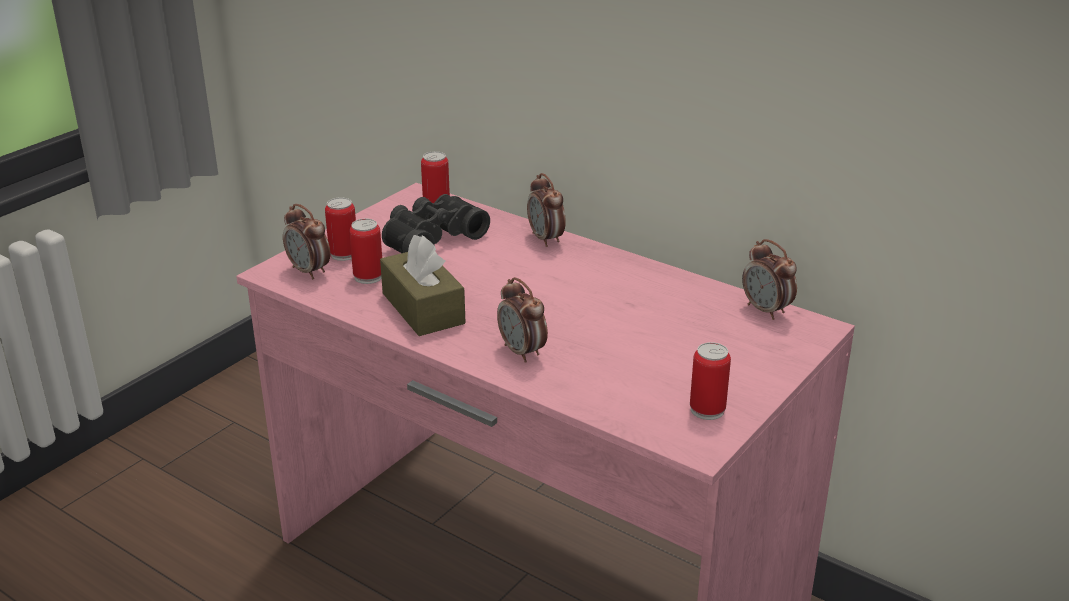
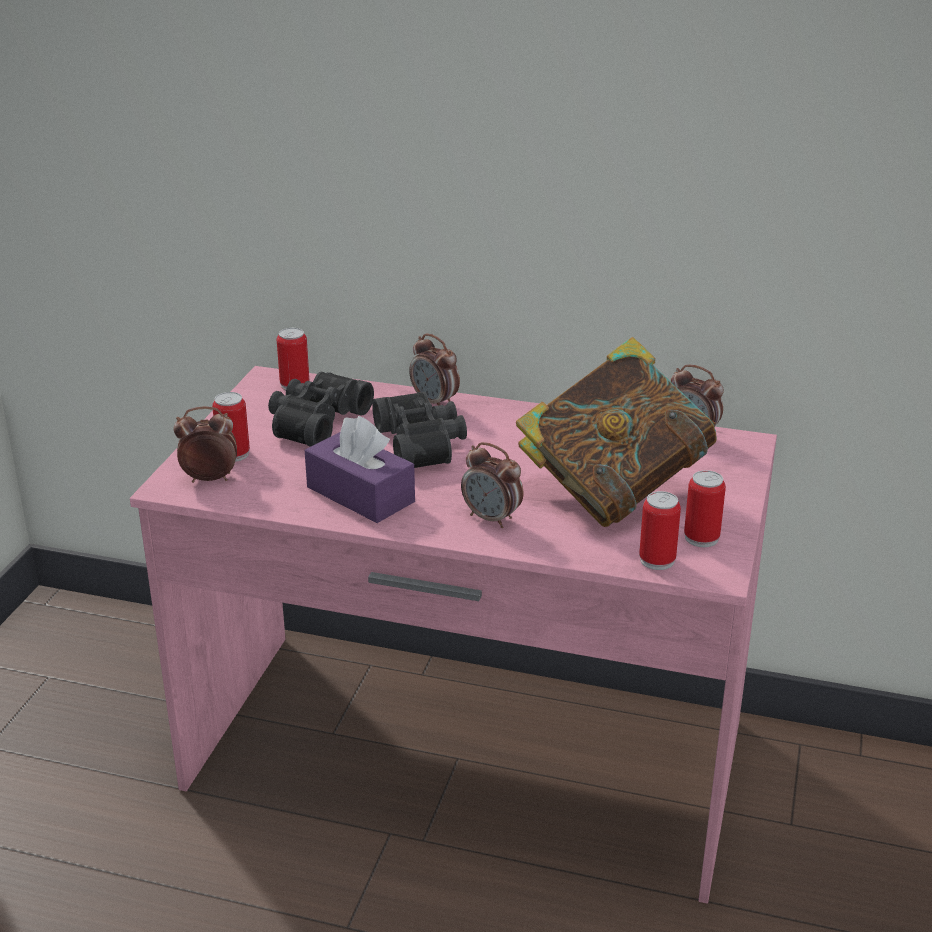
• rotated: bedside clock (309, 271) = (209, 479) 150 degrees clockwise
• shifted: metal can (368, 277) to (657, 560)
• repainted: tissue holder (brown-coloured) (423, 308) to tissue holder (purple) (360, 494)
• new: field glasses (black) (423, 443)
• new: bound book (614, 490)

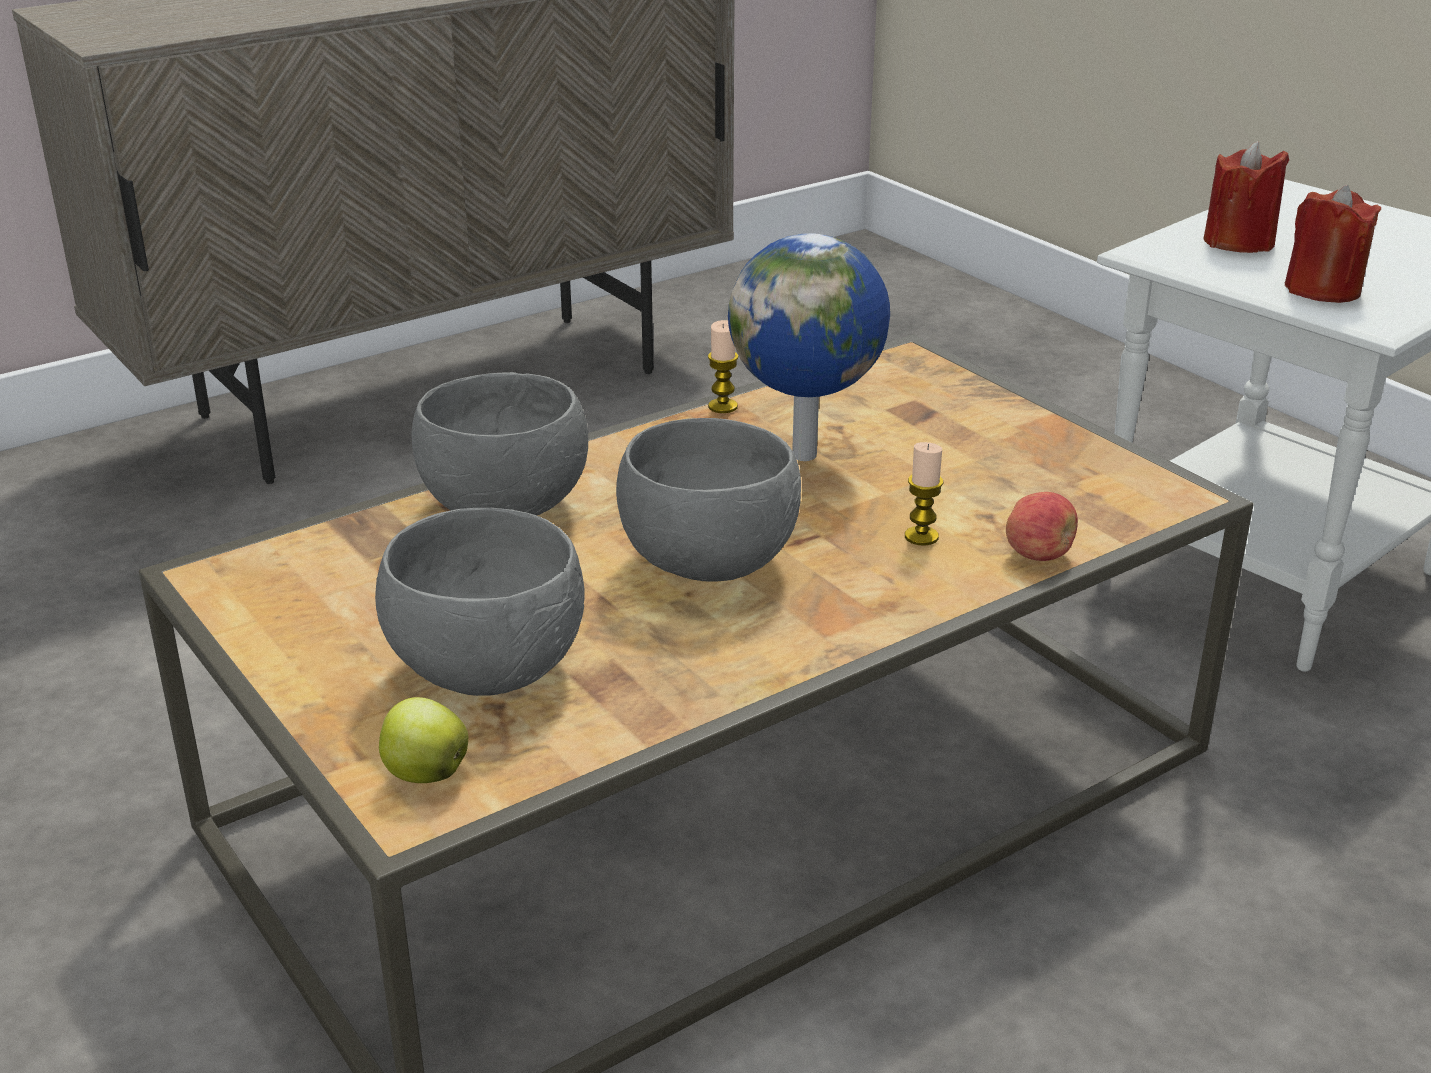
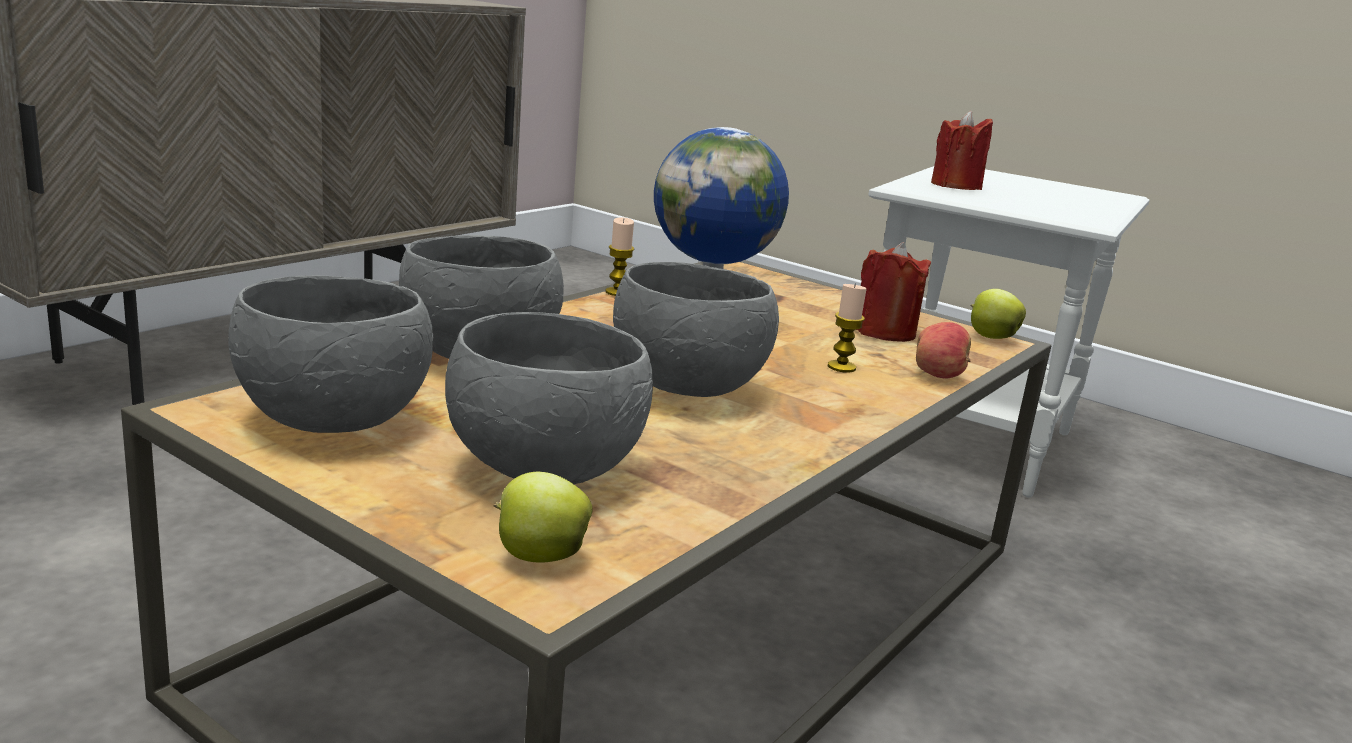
• shifted: wax candle (reddish) (1322, 289) to (884, 332)
• new: serving bowl (greyish) (337, 422)
• new: apple fruit (990, 337)

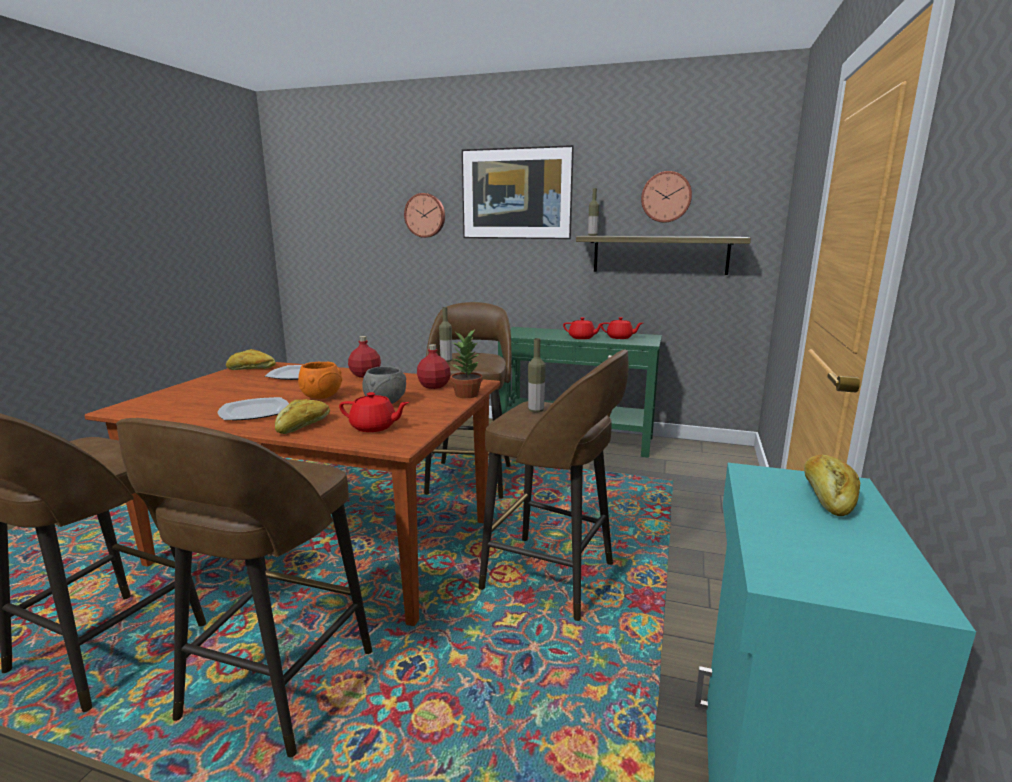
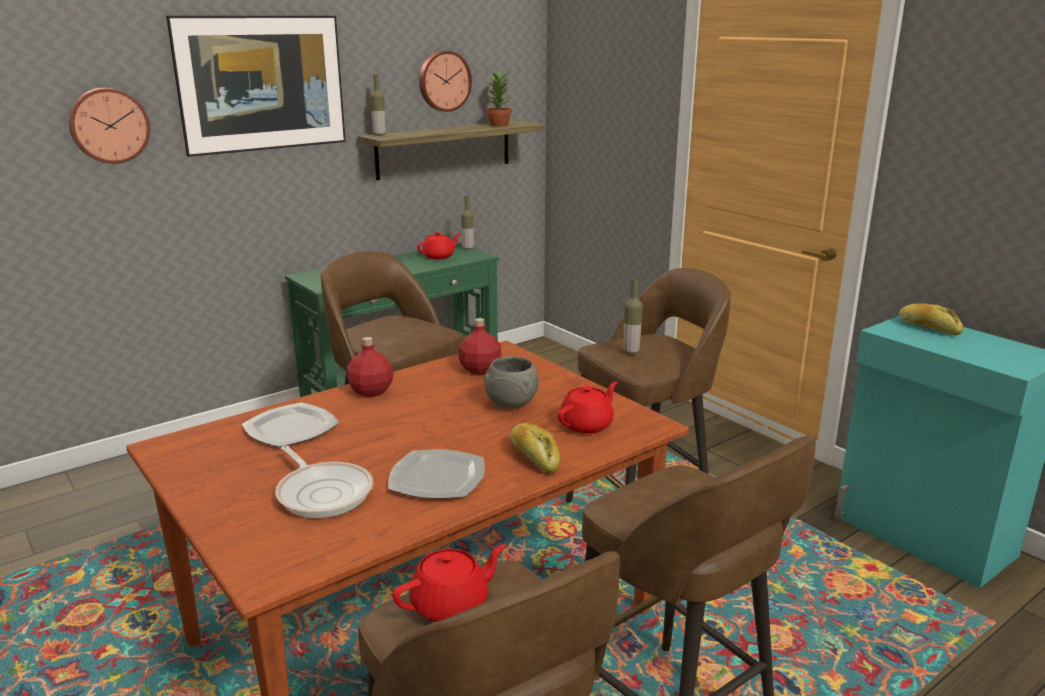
• gone: bread (251, 369)
• gone: serving bowl (orangey) (321, 397)
• shifted: beverage bottle (446, 361) to (468, 249)
• shifted: houseplant (467, 395) to (499, 125)
• shifted: pot for tea (reddish) (582, 338) to (451, 605)
• new: frying pan (323, 492)

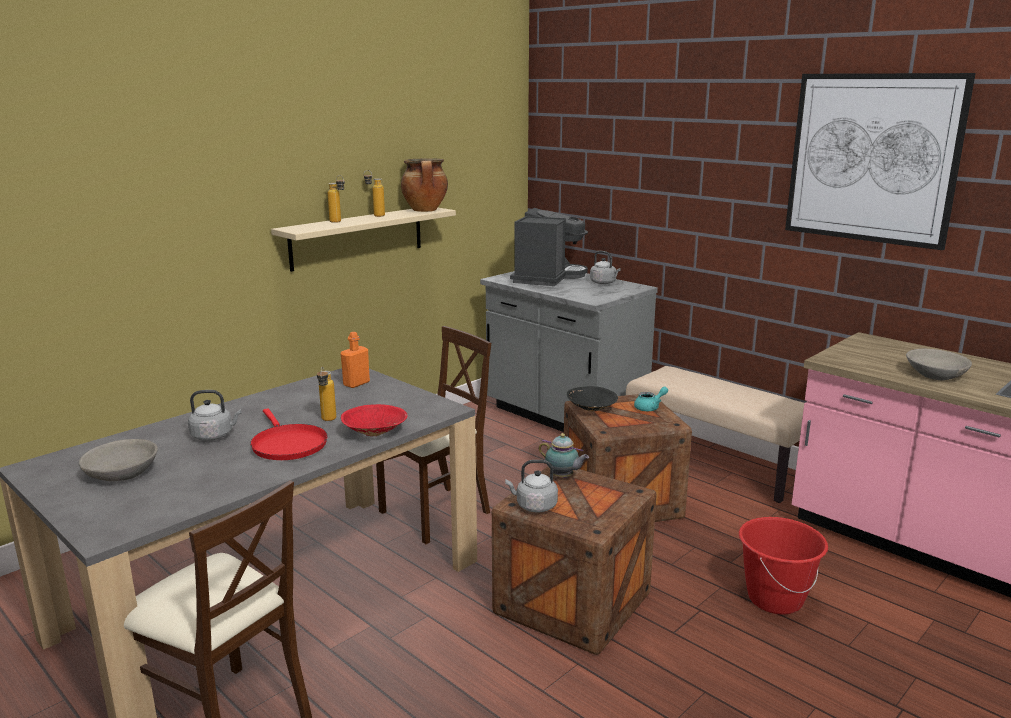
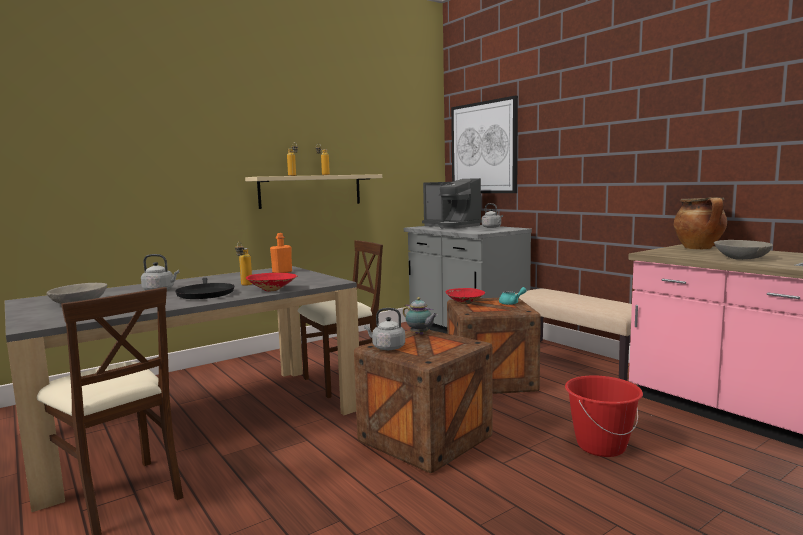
• repainted: frying pan (reddish) (287, 445) to frying pan (black) (205, 294)
• shifted: stockpot (425, 210) to (699, 248)
• rotated: coffee machine (547, 277) = (452, 226) 105 degrees clockwise
• repainted: serving bowl (black) (592, 409) to serving bowl (reddish) (465, 303)
• shifted: picture (872, 158) to (483, 148)

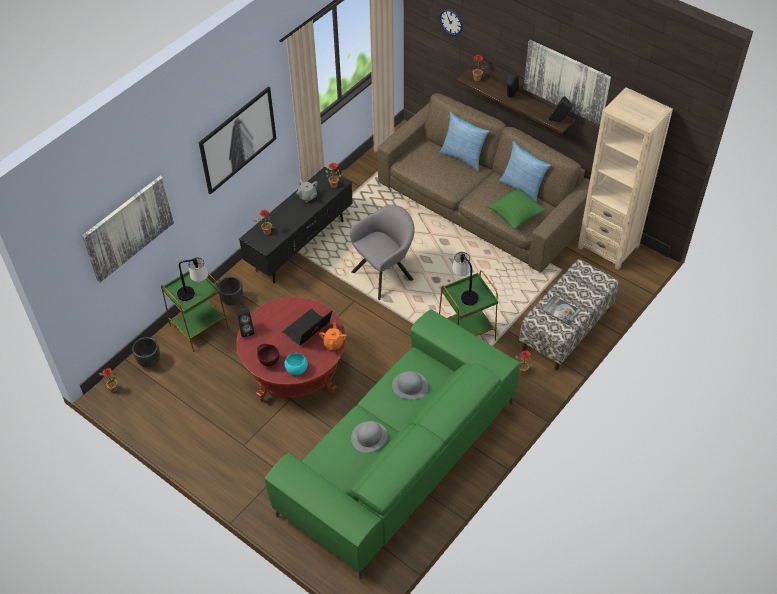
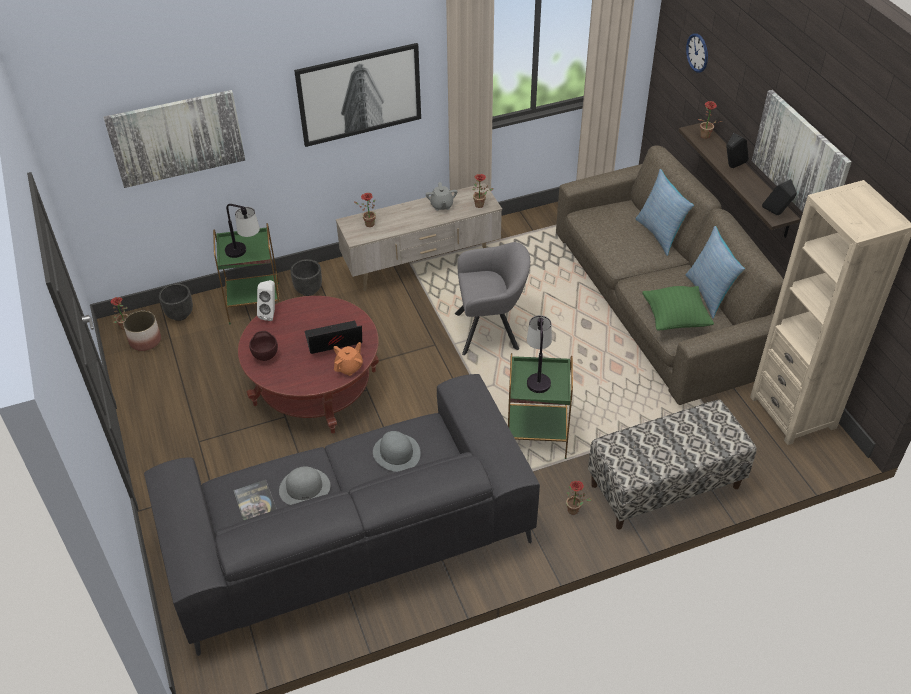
• repainted: loudspeaker (black) (246, 330) to loudspeaker (whitish) (270, 313)
• repainted: tv unit (black) (300, 246) to tv unit (beige-coloured) (421, 266)
• repainted: couch (green) (398, 458) to couch (greyish) (349, 538)
• gone: serving bowl (turquoise) (297, 369)
• shifted: bound book (561, 310) to (256, 504)
• new: flower pot (145, 341)

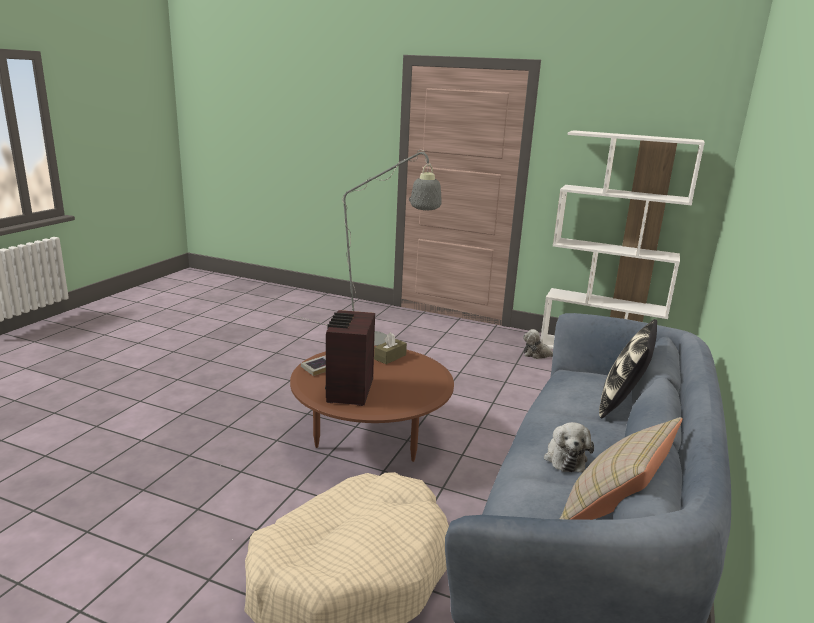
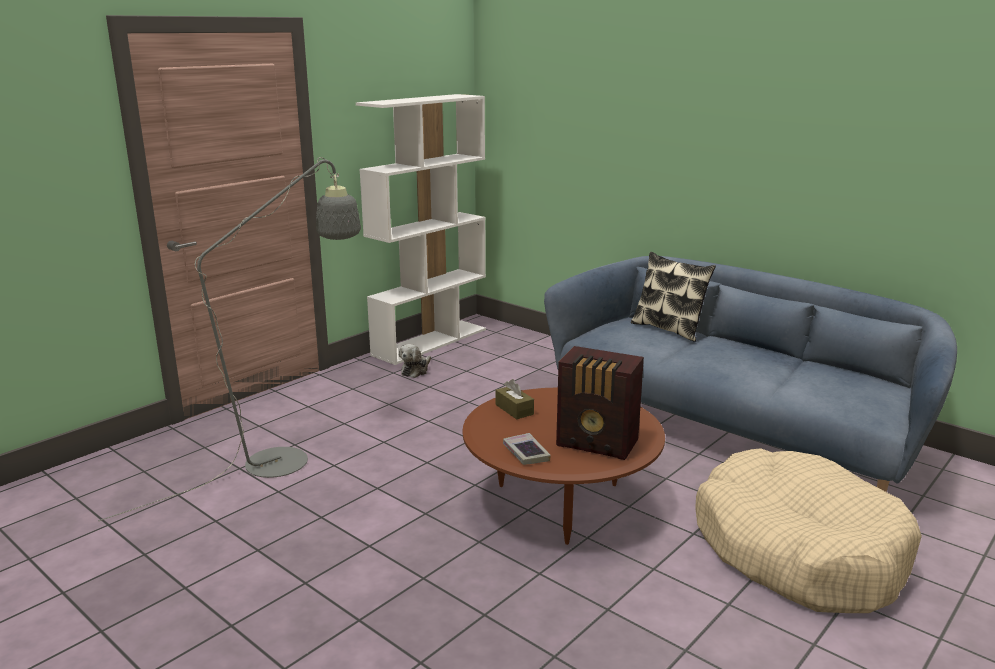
• gone: soft toy (565, 457)
• gone: throw pillow (beige-coloured) (610, 513)

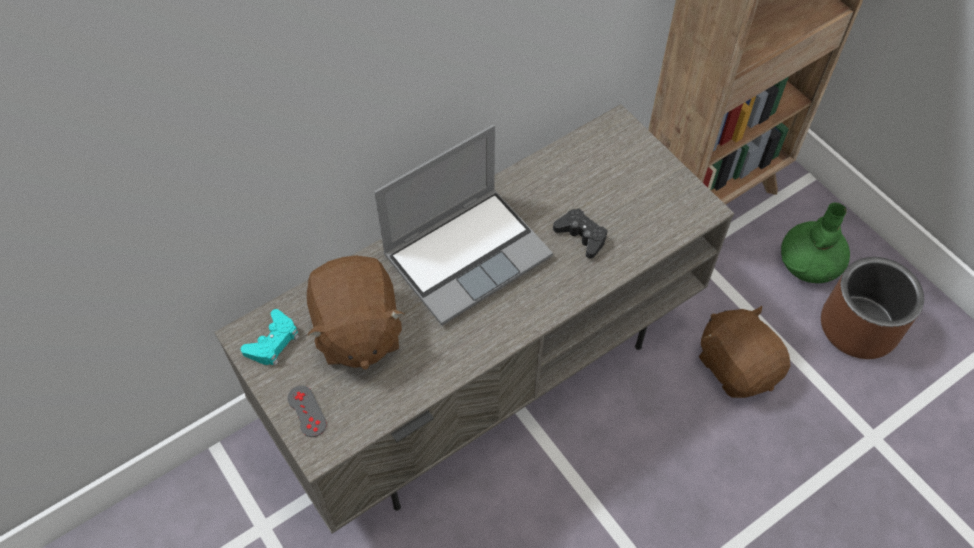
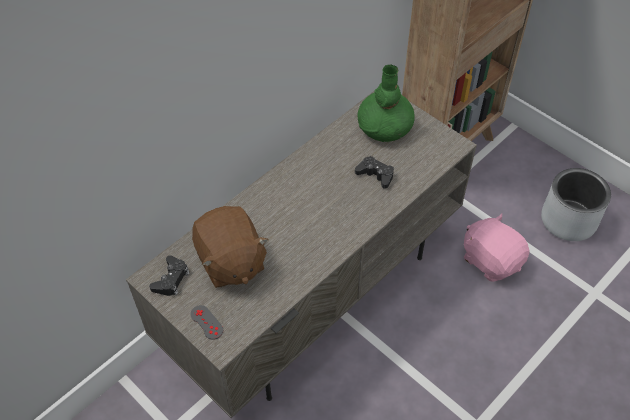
• repainted: gamepad (turquoise) (273, 342) to gamepad (black) (171, 279)
• gone: notebook computer (468, 254)
• repainted: soft toy (brown-coloured) (737, 366) to soft toy (pinkish) (491, 260)
• shifted: decorative vase (green) (810, 262) to (385, 127)
• repainted: flower pot (brown-coloured) (858, 326) to flower pot (greyish) (568, 220)

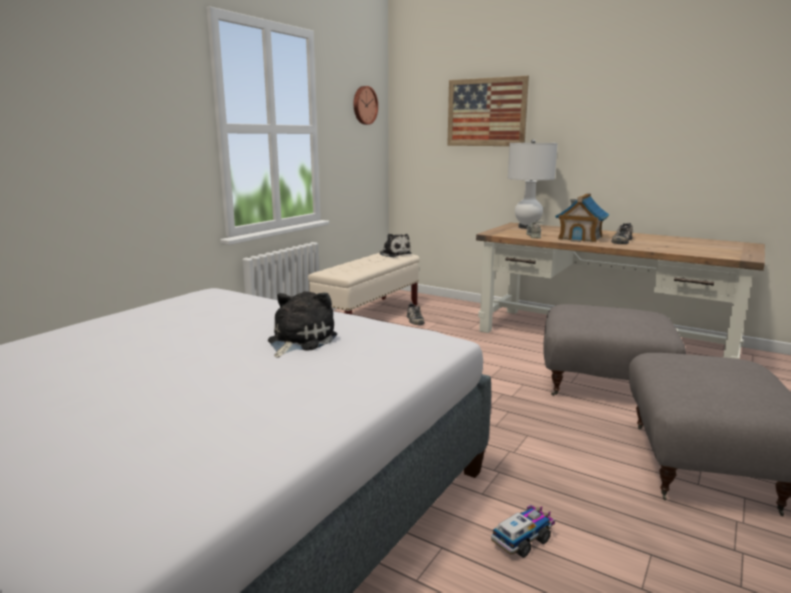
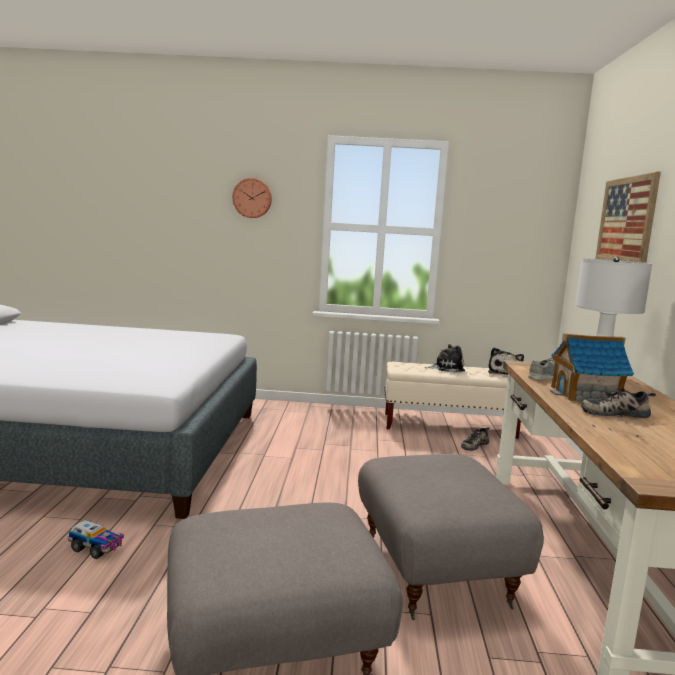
• shifted: soft toy (299, 341) to (446, 368)
• shifted: hanging clock (364, 105) to (252, 198)

